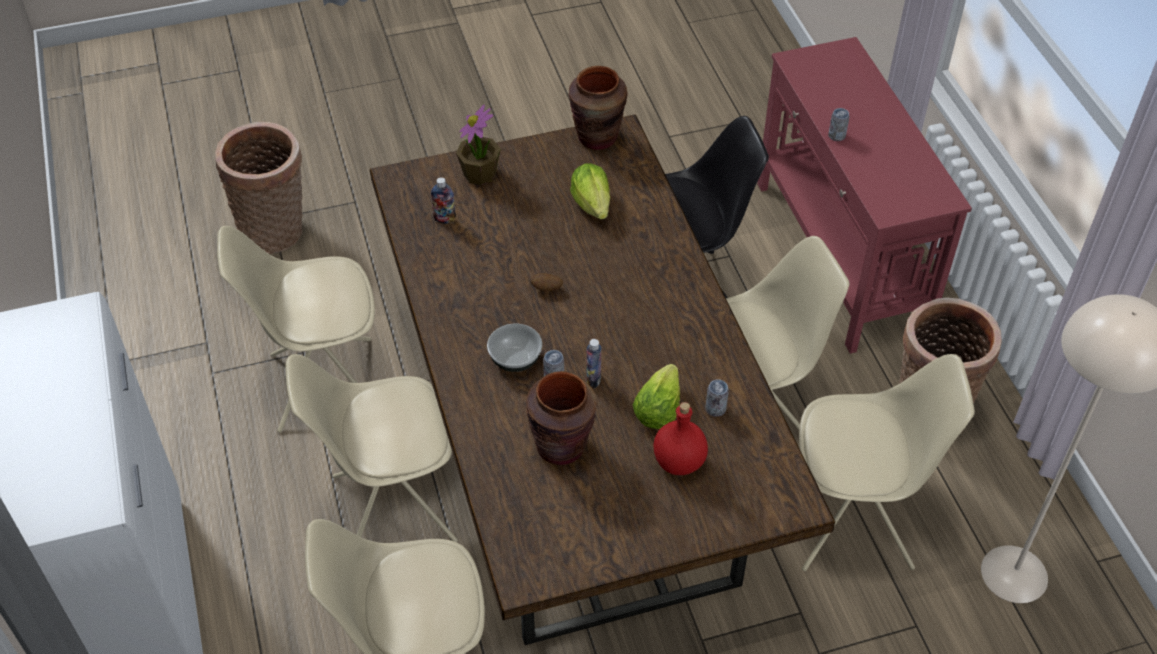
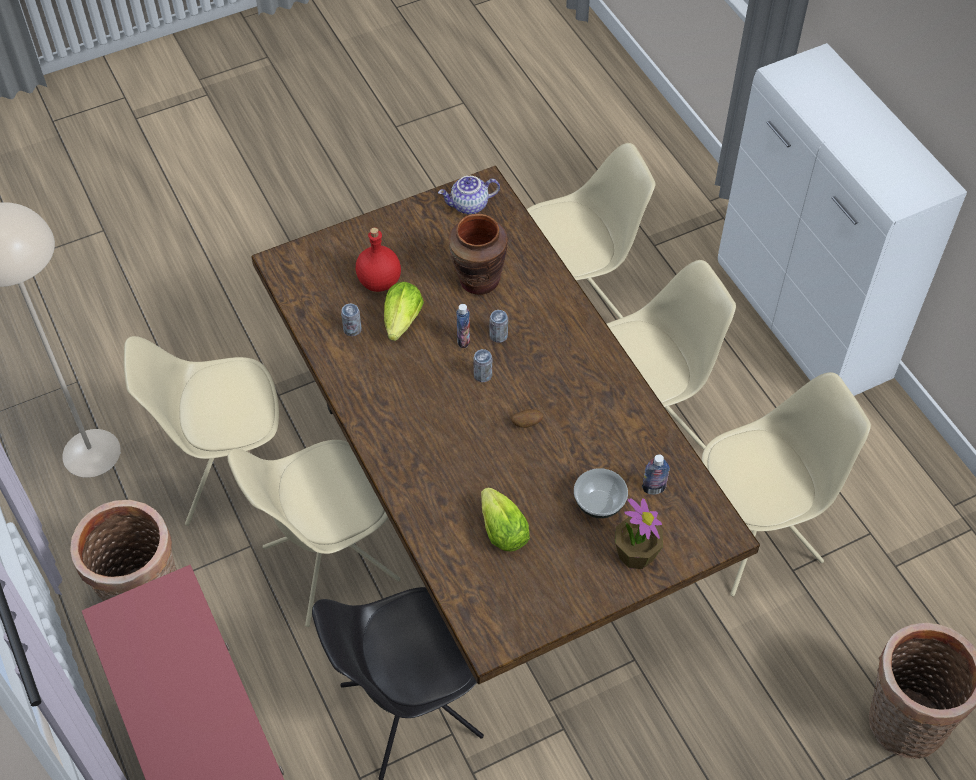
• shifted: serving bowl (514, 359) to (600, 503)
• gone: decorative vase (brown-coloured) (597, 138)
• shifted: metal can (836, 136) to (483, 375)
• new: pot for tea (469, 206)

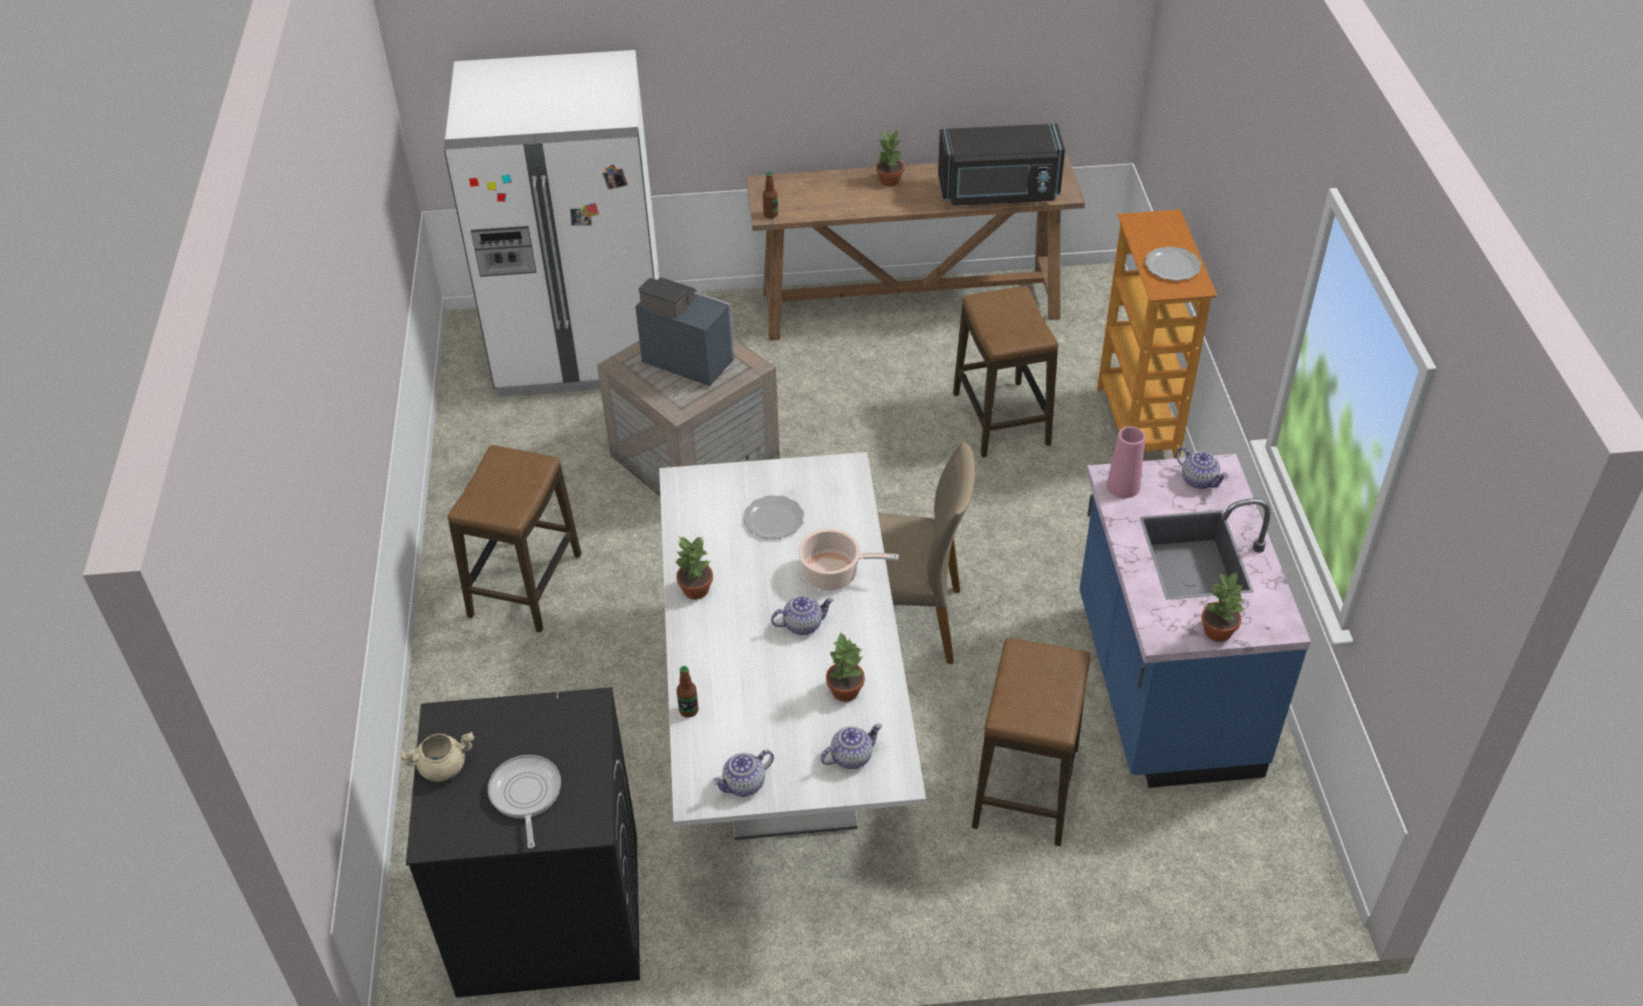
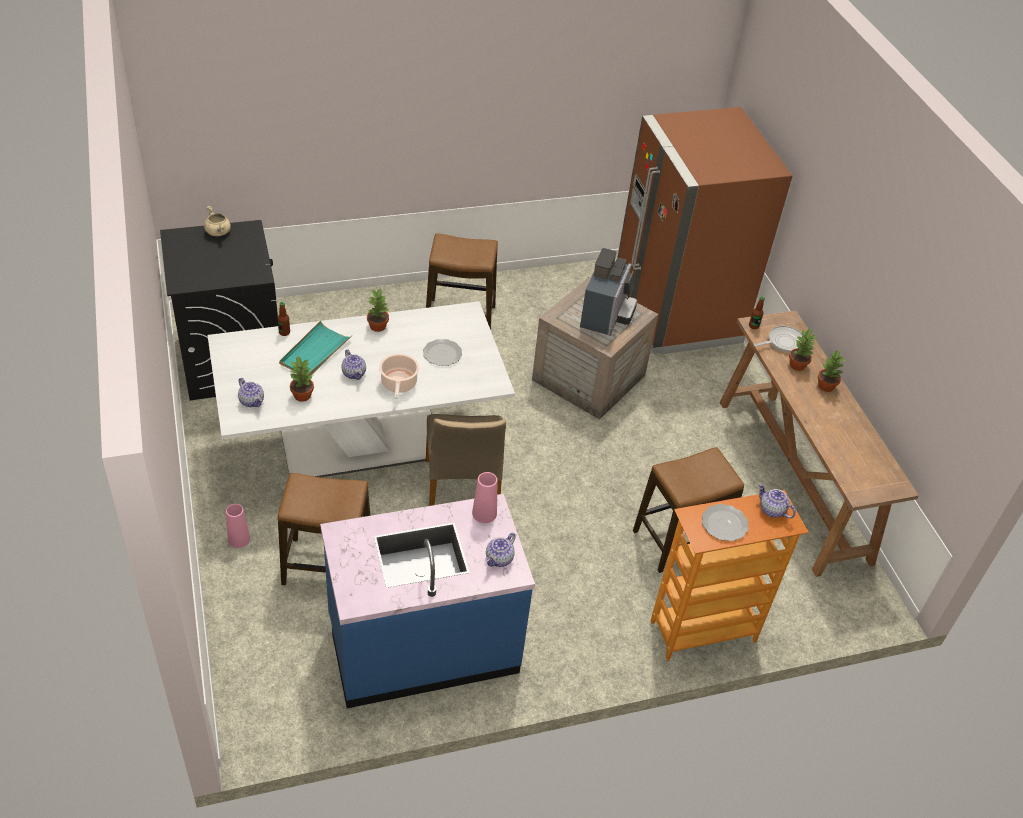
• repainted: refrigerator (whitish) (581, 348) to refrigerator (brown-coloured) (676, 312)
• shifted: frying pan (525, 795) to (783, 342)
• shifted: pot for tea (744, 784) to (771, 510)
• gone: microwave oven (black) (999, 192)
• shifted: houseplant (1217, 630) to (797, 365)
• new: decorative vase (pinkish) (239, 539)
• new: carrying tray (turquoise) (315, 352)

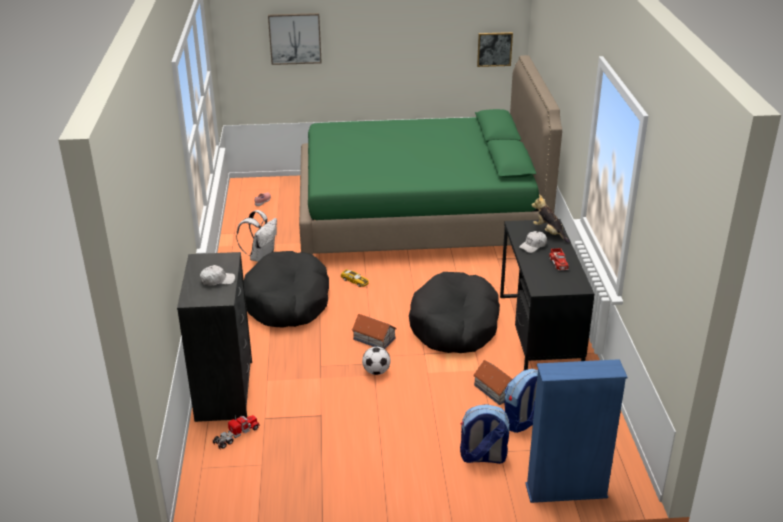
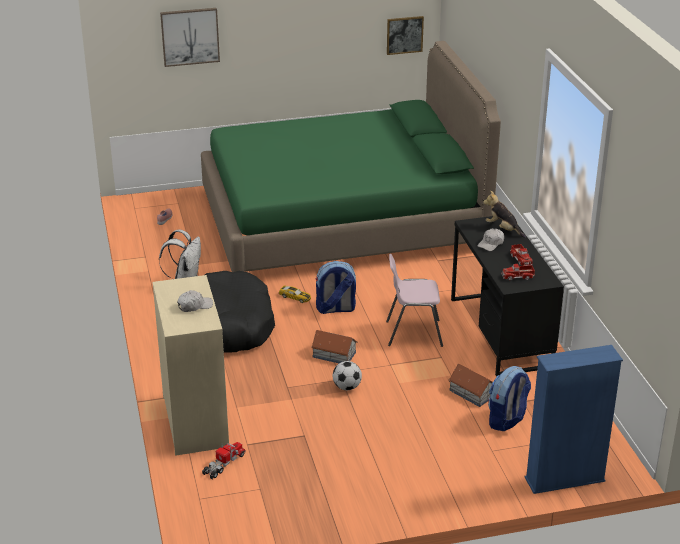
• repainted: drawer chest (black) (225, 390) to drawer chest (beige-coloured) (196, 421)
• swapped: dog cushion (black) (454, 325) to chair (pinkish) (413, 333)
• shifted: backpack (482, 457) to (335, 309)
• new: toy truck (517, 276)

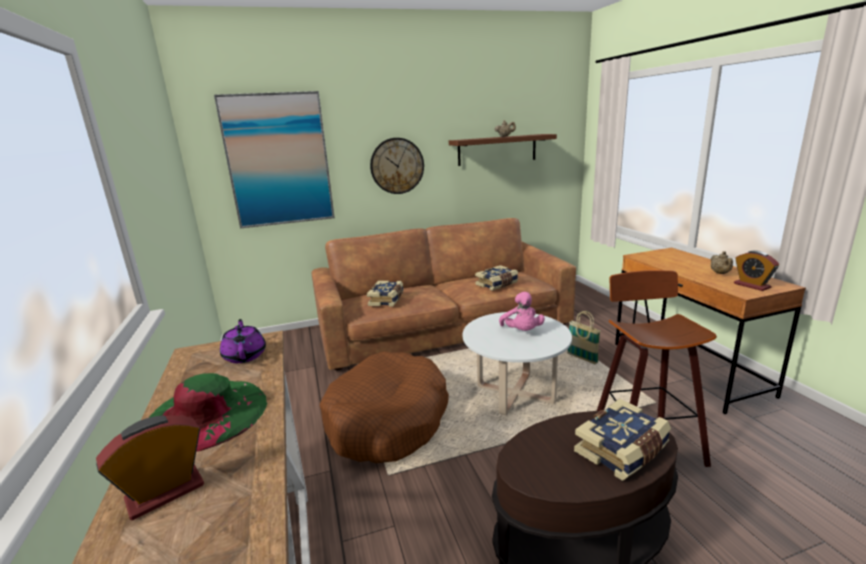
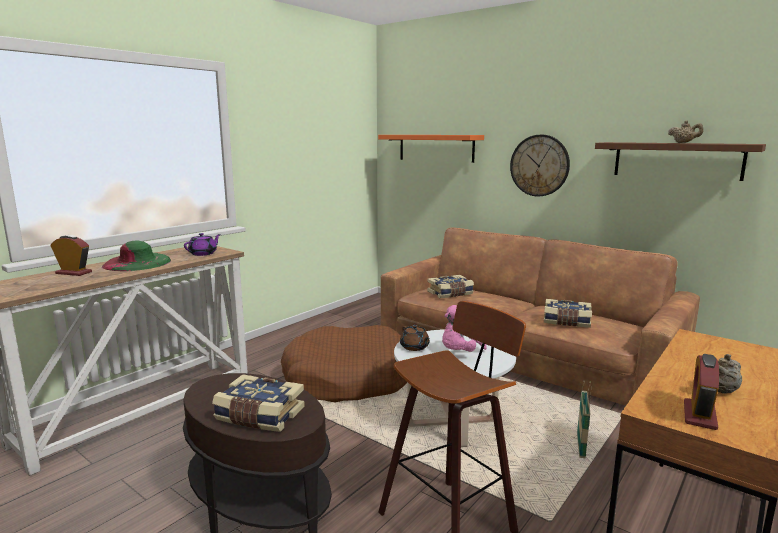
• swapped: picture (278, 160) to shelf (orangey) (436, 148)
• new: pot for tea (brown-coloured) (414, 347)

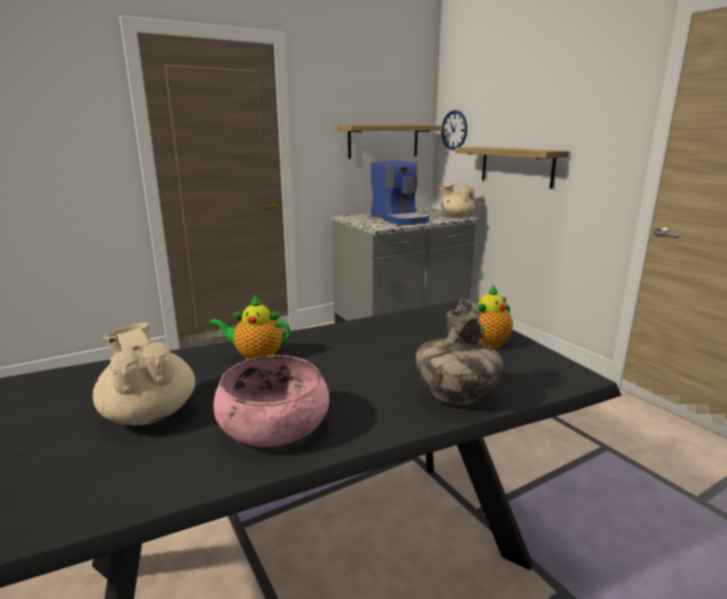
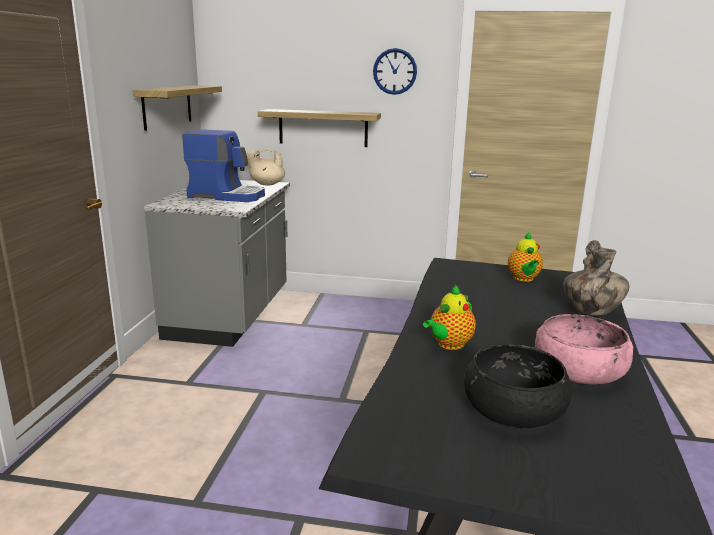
• swapped: pot for tea (beige-coloured) (149, 413) to serving bowl (black) (514, 408)
• shifted: hanging clock (454, 130) to (395, 71)

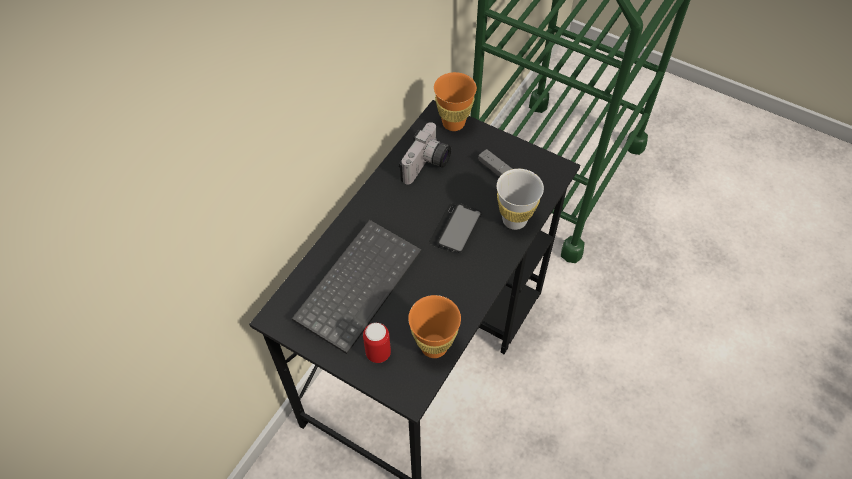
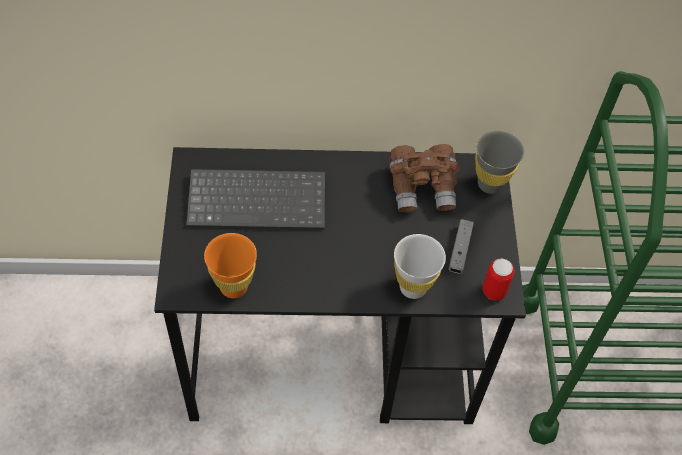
• shifted: metal can (378, 353) to (494, 291)
• swapped: photo camera (427, 165) to field glasses (brown-coloured) (423, 188)
• gone: phone (455, 229)
• repainted: cup (orangey) (453, 123) to cup (greyish) (490, 184)

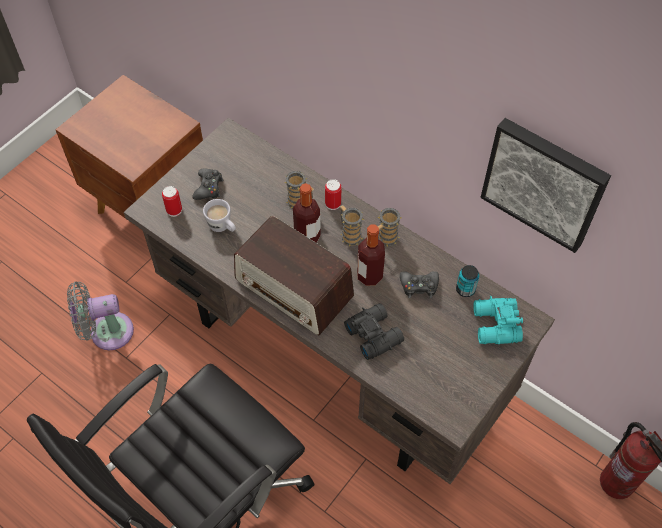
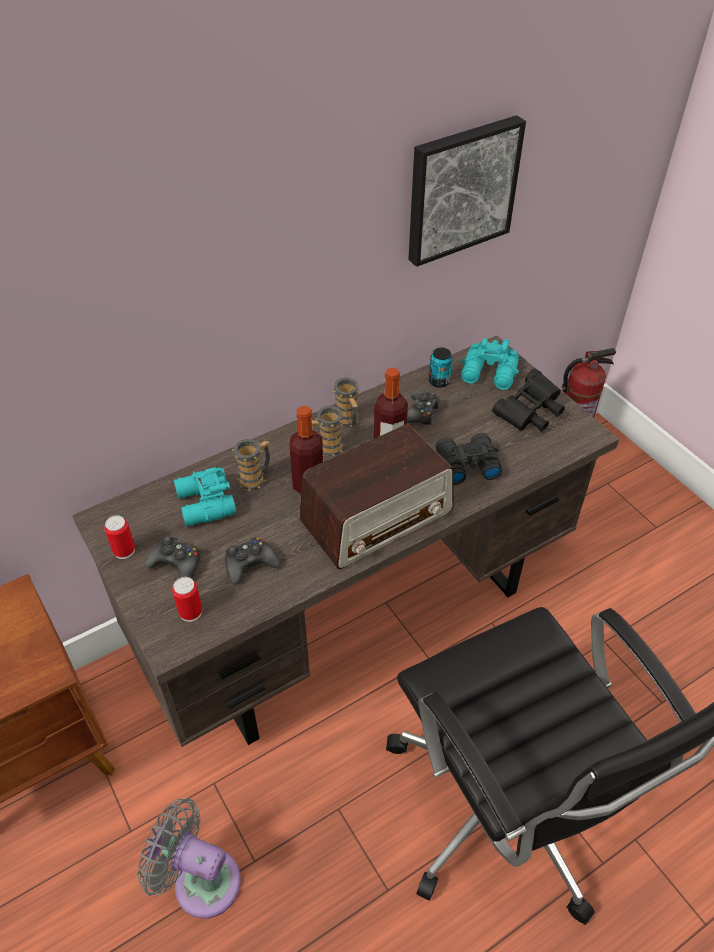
• rotated: electric fan (greyish) (107, 332) = (200, 879) 105 degrees clockwise
• swapped: mug (whitish) (223, 227) to gamepad (black) (250, 564)
• shifted: metal can (333, 204) to (124, 550)
• new: field glasses (turquoise) (204, 505)
• new: field glasses (black) (529, 413)

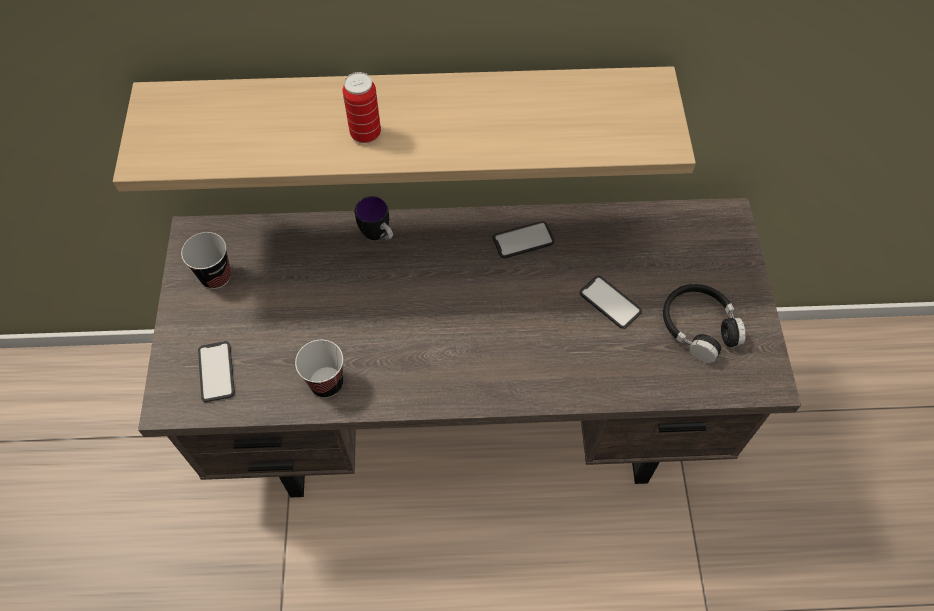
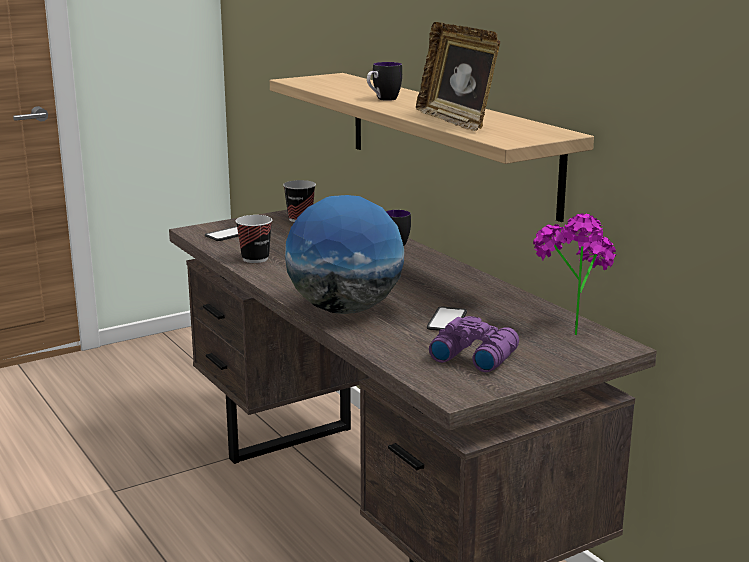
• swapped: metal can (365, 133) to mug (383, 99)
• gone: phone (523, 240)
• swapped: headphones (black) (699, 327) to field glasses (purple) (473, 356)
• new: desk globe (345, 309)
• new: photo frame (456, 121)
• new: houseplant (569, 328)

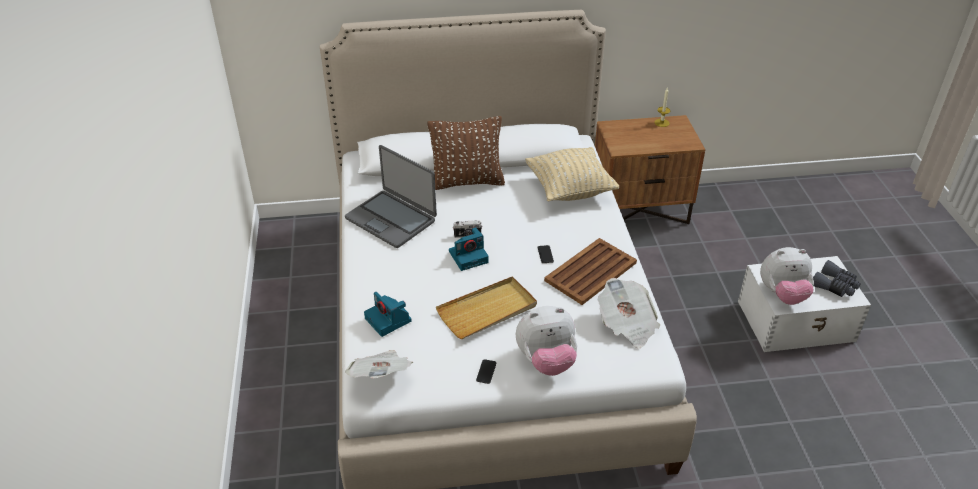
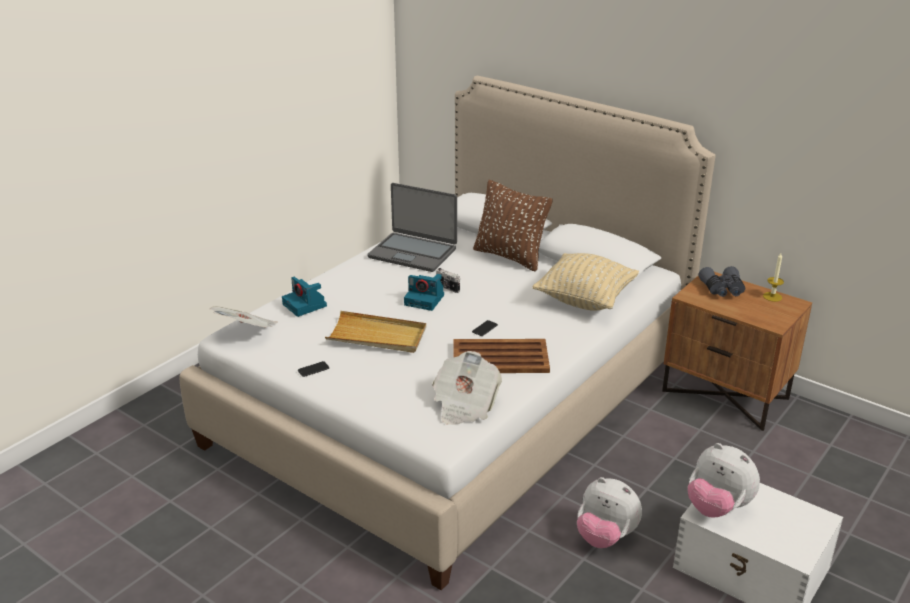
• rotated: notebook computer (391, 219) = (413, 253) 60 degrees counterclockwise
• rotated: photo camera (389, 320) = (305, 305) 45 degrees counterclockwise
• shifted: soft toy (546, 361) to (605, 537)
• shifted: field glasses (greyish) (835, 286) to (722, 289)

